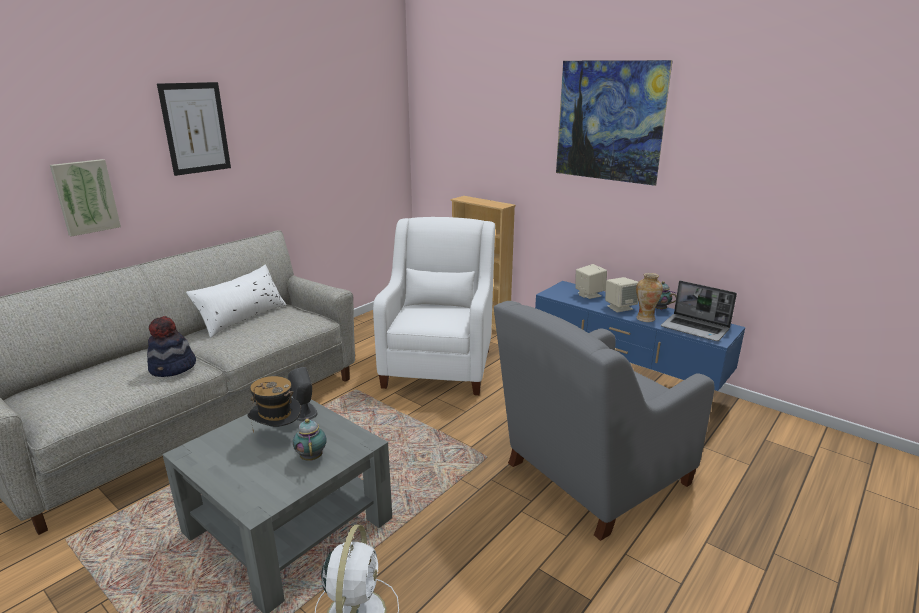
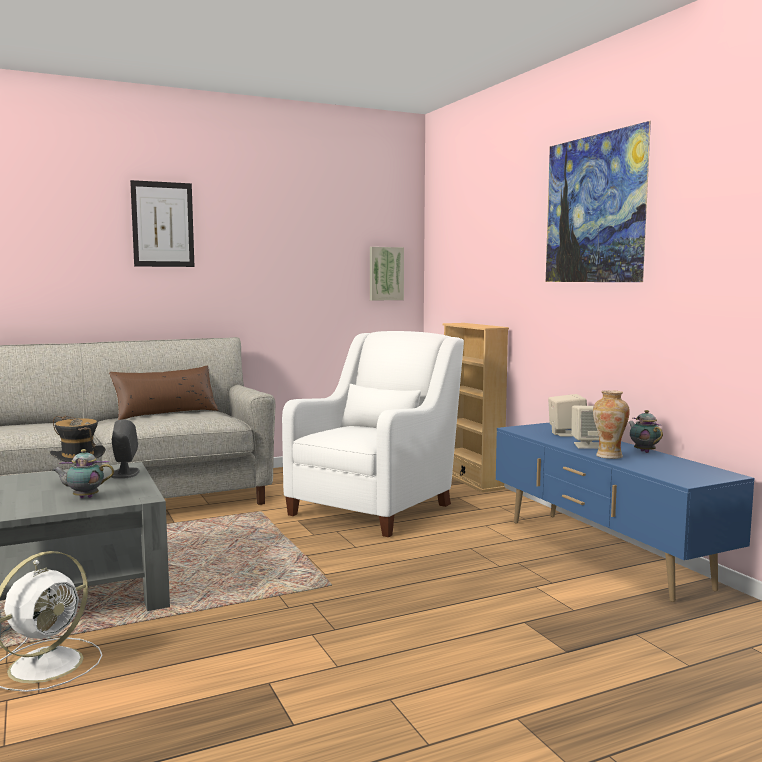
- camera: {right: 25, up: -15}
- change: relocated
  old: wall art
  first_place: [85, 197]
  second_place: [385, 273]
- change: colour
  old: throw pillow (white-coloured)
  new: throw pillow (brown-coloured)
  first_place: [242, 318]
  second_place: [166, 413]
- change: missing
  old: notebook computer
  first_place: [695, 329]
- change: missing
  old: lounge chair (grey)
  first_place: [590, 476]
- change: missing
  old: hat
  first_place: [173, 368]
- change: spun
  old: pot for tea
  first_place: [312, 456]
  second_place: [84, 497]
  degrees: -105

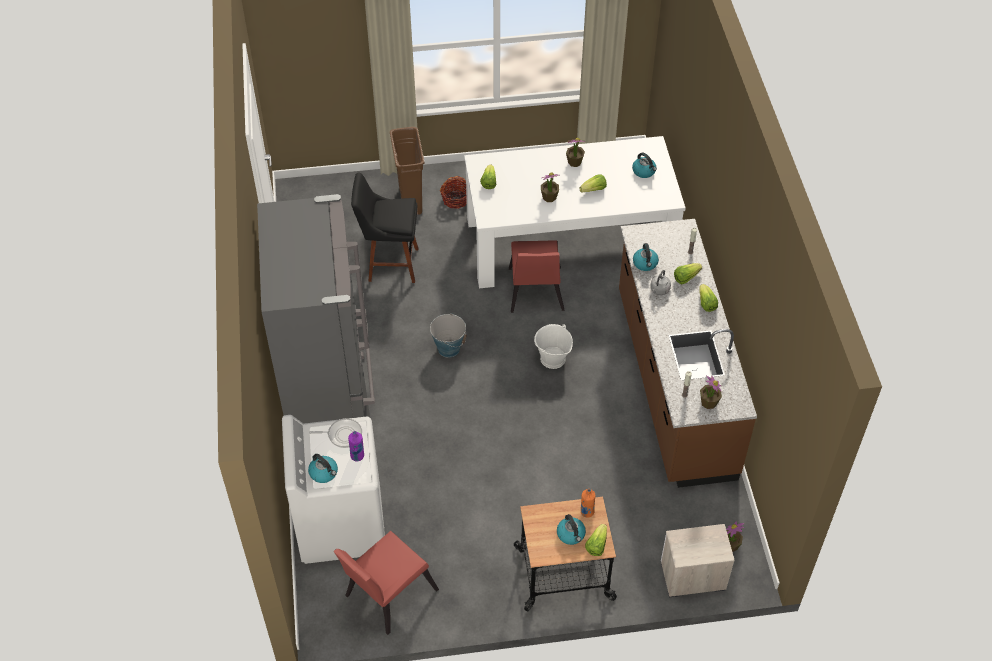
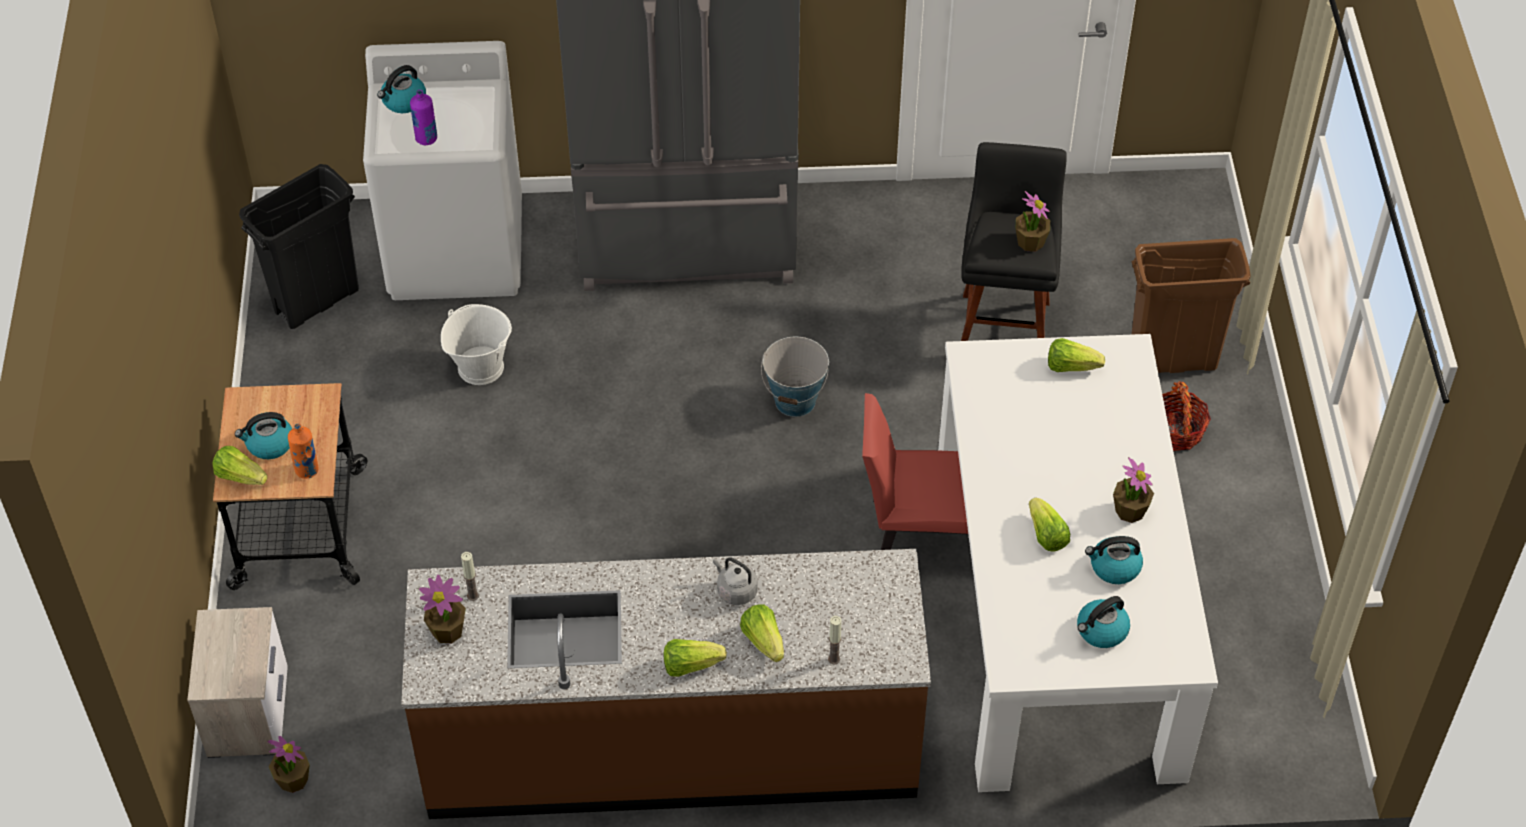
- camera: {right: 95, up: 0}
- change: relocated
  old: houseplant
  first_place: [549, 197]
  second_place: [1030, 242]
- change: relocated
  old: water kettle
  first_place: [645, 263]
  second_place: [1114, 567]
- change: relocated
  old: bucket (white-coloured)
  first_place: [552, 359]
  second_place: [480, 367]
- change: missing
  old: frying pan
  first_place: [342, 435]
- change: exchanged
  old: plain chair (red-coloured)
  new: waste bin (black)
  first_place: [386, 595]
  second_place: [317, 301]

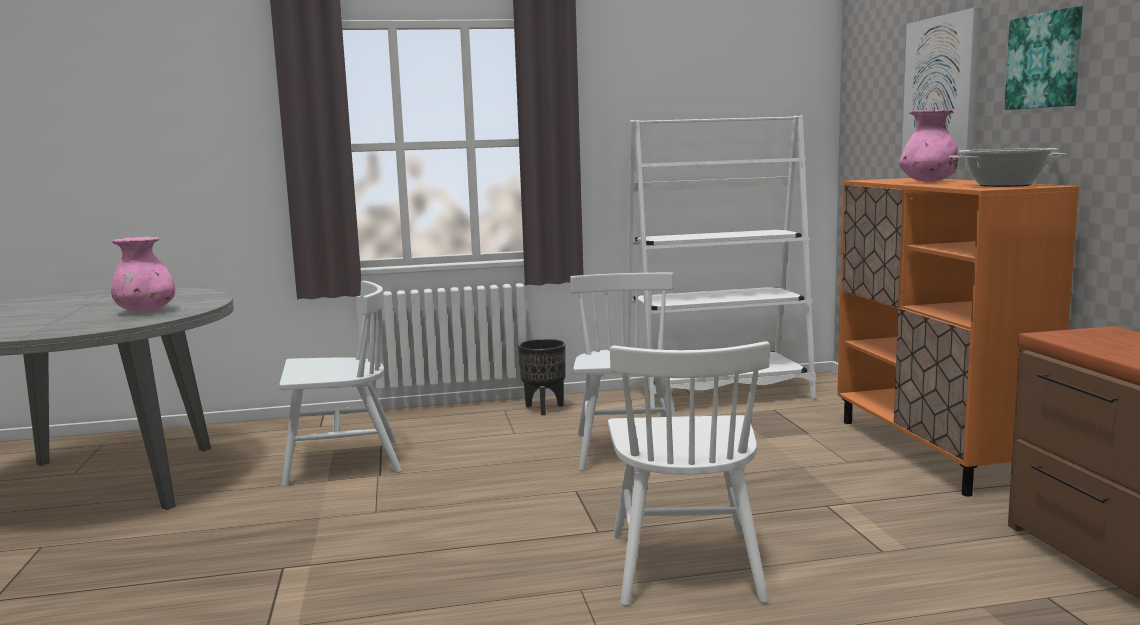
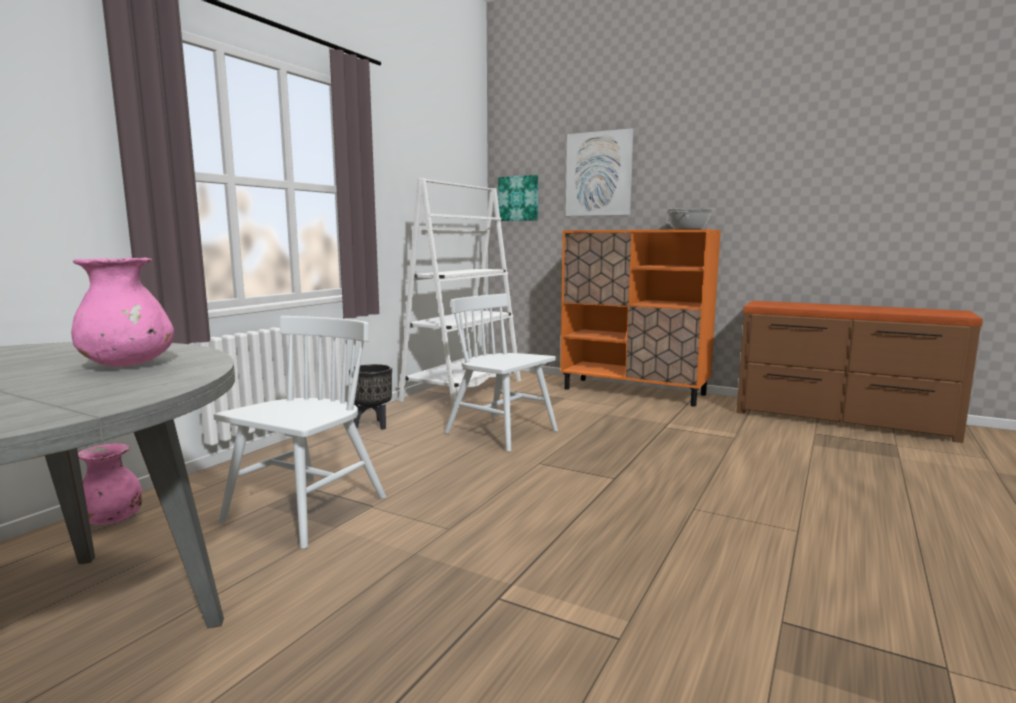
- camera: {right: -50, up: 0}
- change: relocated
  old: wall art
  first_place: [1045, 61]
  second_place: [518, 198]
- change: relocated
  old: flower vase (pinkish)
  first_place: [928, 182]
  second_place: [112, 521]
- change: missing
  old: plain chair (white-coloured)
  first_place: [685, 566]

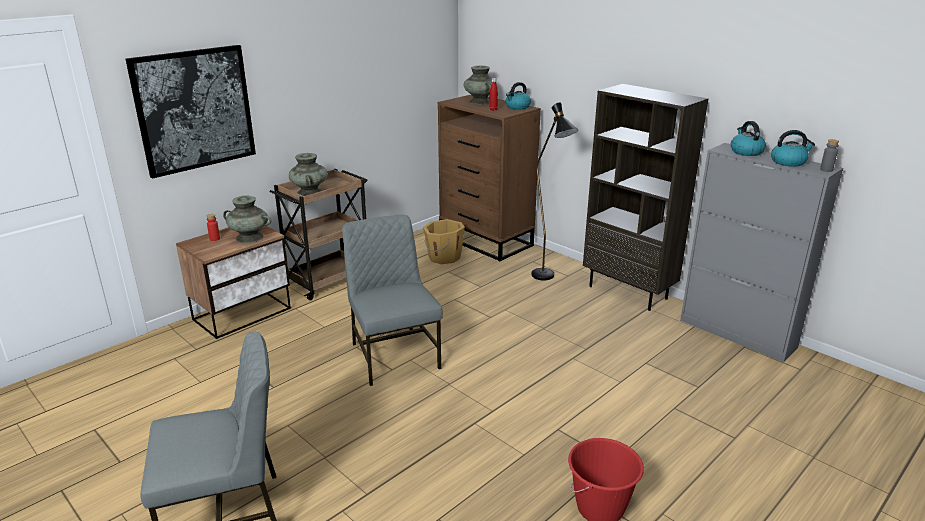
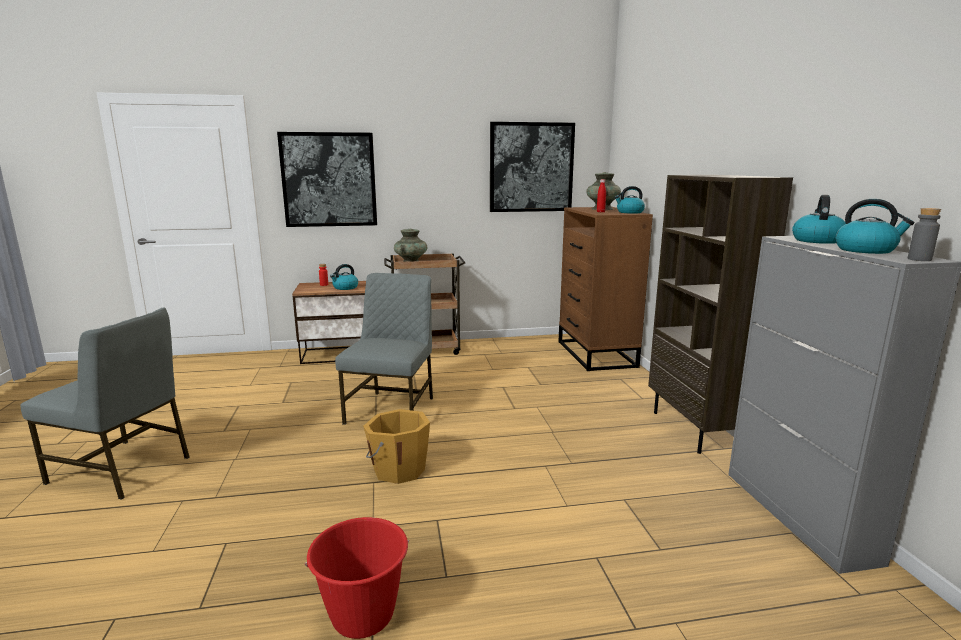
- camera: {right: 35, up: -10}
- change: missing
  old: standing lamp (black)
  first_place: [547, 278]
- change: exchanged
  old: flower vase (blue-green)
  new: water kettle
  first_place: [250, 237]
  second_place: [345, 288]
- change: relocated
  old: bucket (orange-coloured)
  first_place: [443, 257]
  second_place: [398, 469]
- change: appeared
  new: wall art
  second_place: [531, 167]

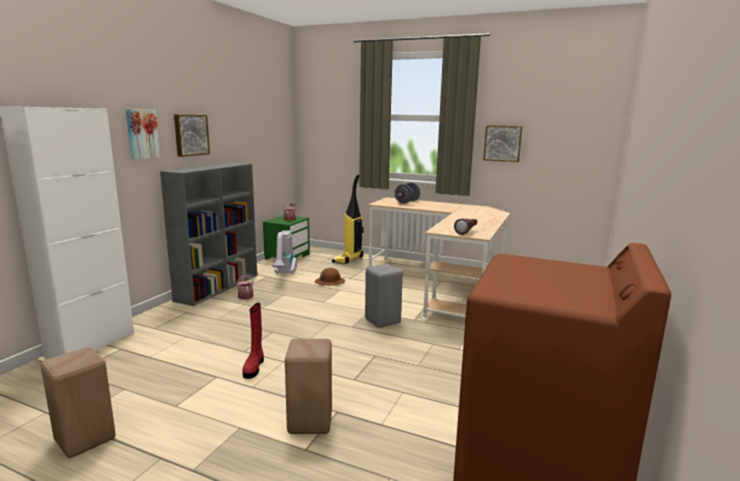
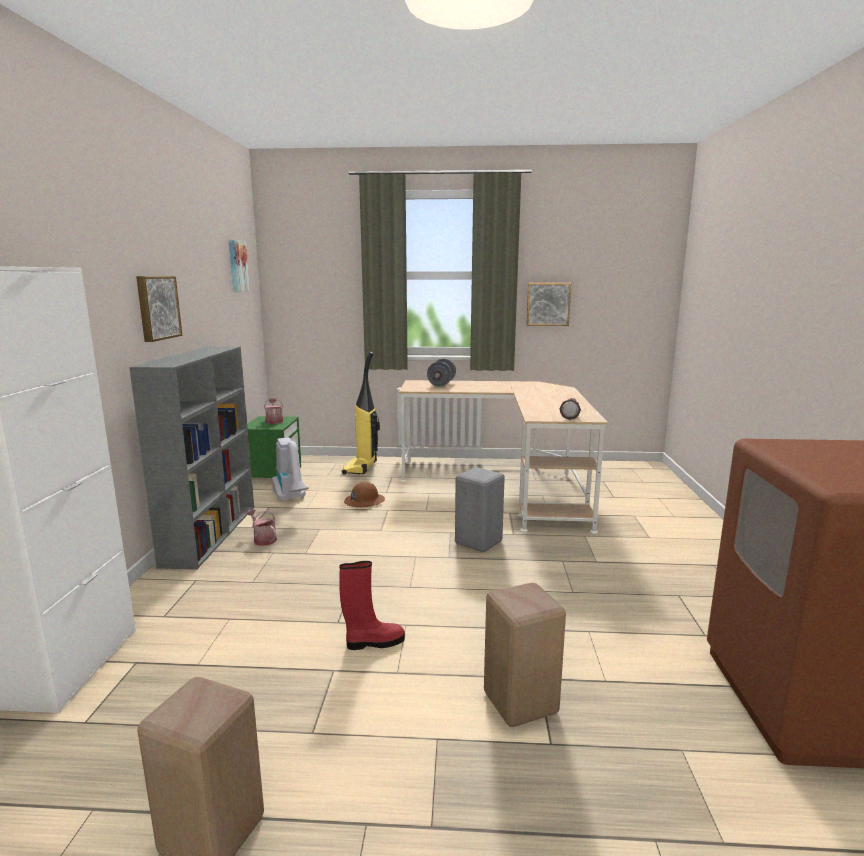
- camera: {right: -20, up: 0}
- change: relocated
  old: wall art
  first_place: [142, 134]
  second_place: [237, 266]
- change: spun
  old: high-top boot (red-coloured)
  first_place: [254, 367]
  second_place: [373, 642]
  degrees: -90

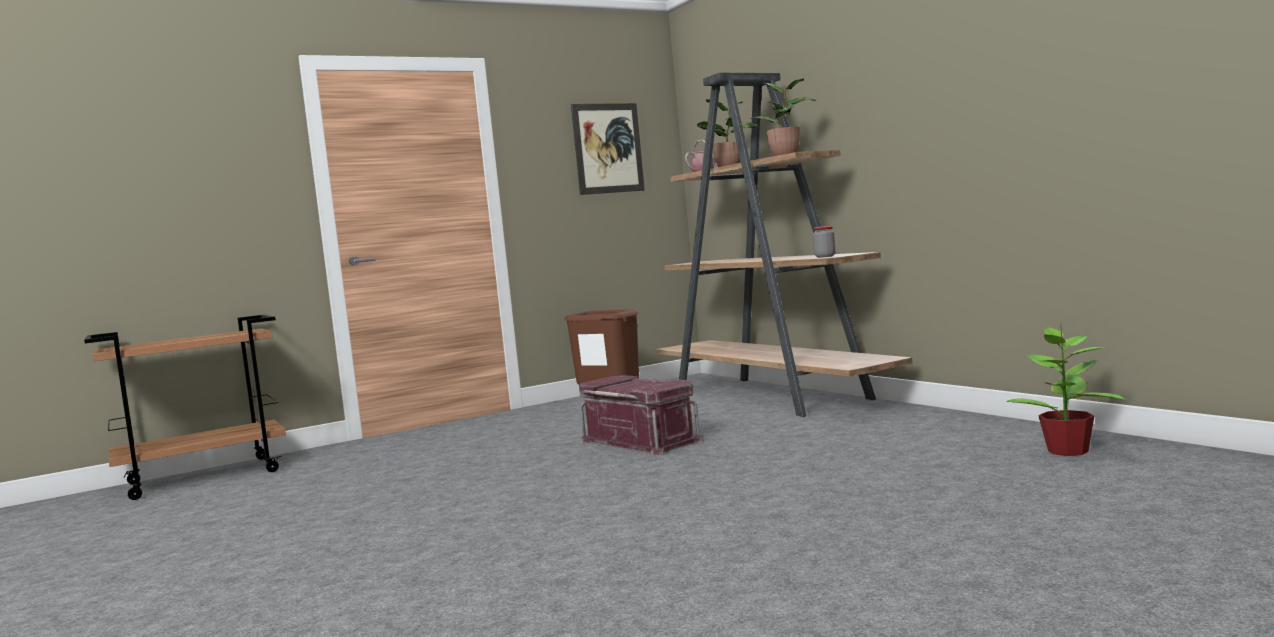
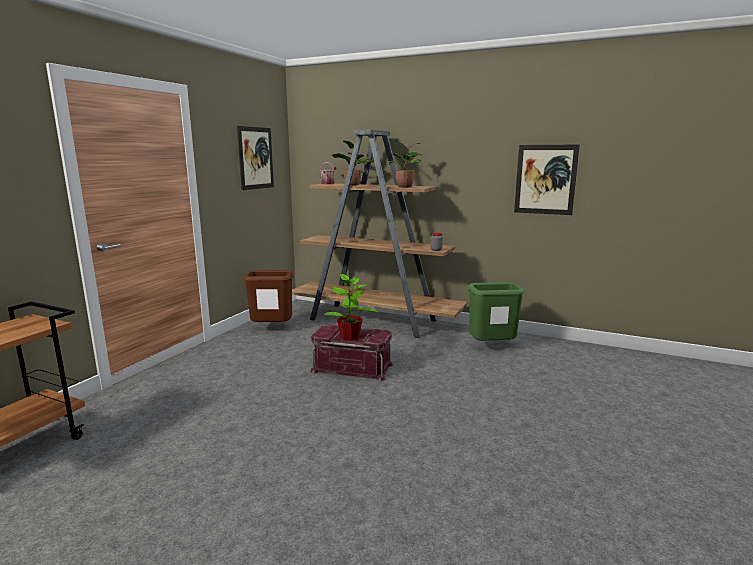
- camera: {right: -35, up: 10}
- change: relocated
  old: houseplant
  first_place: [1067, 451]
  second_place: [350, 337]
- change: appeared
  new: wall art
  second_place: [545, 179]
- change: appeared
  new: waste bin (green-coloured)
  second_place: [491, 347]

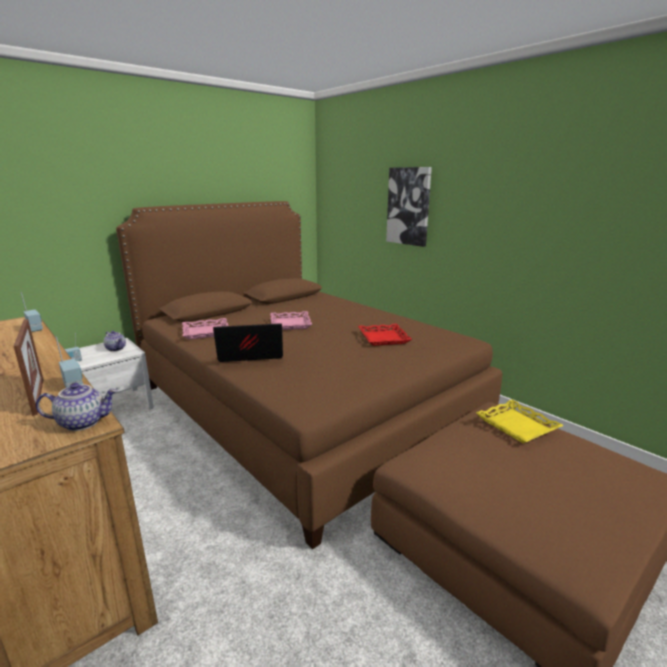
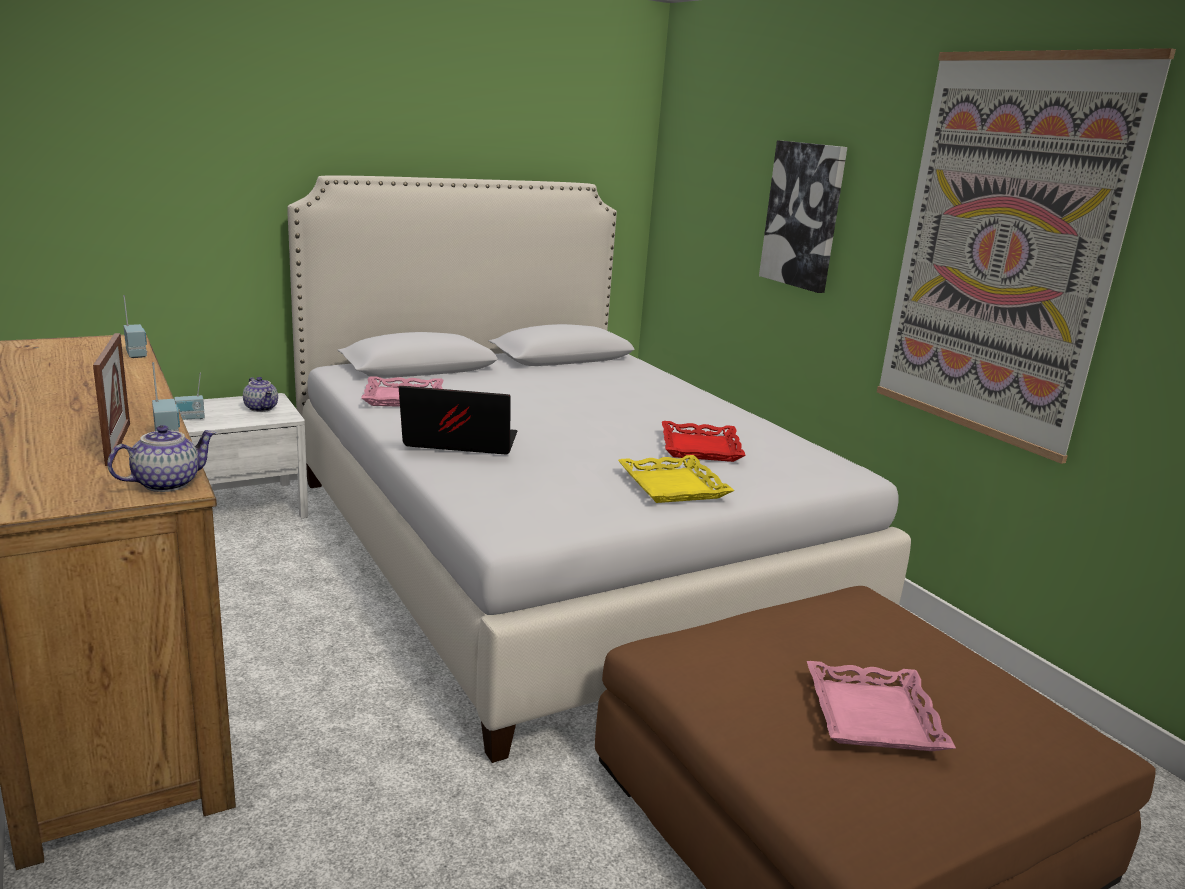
- camera: {right: 10, up: 0}
- change: colour
  old: bedroom bed (brown-coloured)
  new: bedroom bed (white-coloured)
  first_place: [301, 406]
  second_place: [554, 553]
- change: relocated
  old: tray (pinkish)
  first_place: [290, 324]
  second_place: [871, 715]
- change: spun
  old: pot for tea
  first_place: [83, 422]
  second_place: [166, 483]
  degrees: -45
- change: relocated
  old: tray (yellow-coloured)
  first_place: [517, 425]
  second_place: [674, 486]
- change: appeared
  new: wall art
  second_place: [1002, 250]

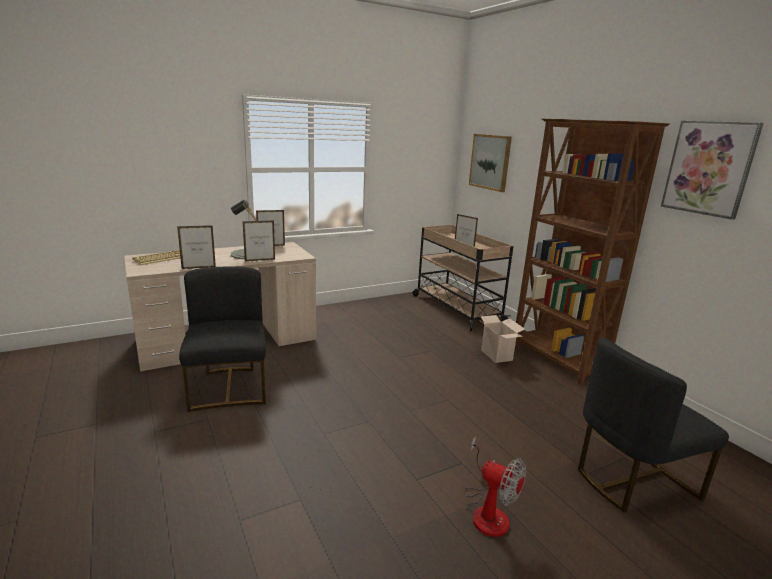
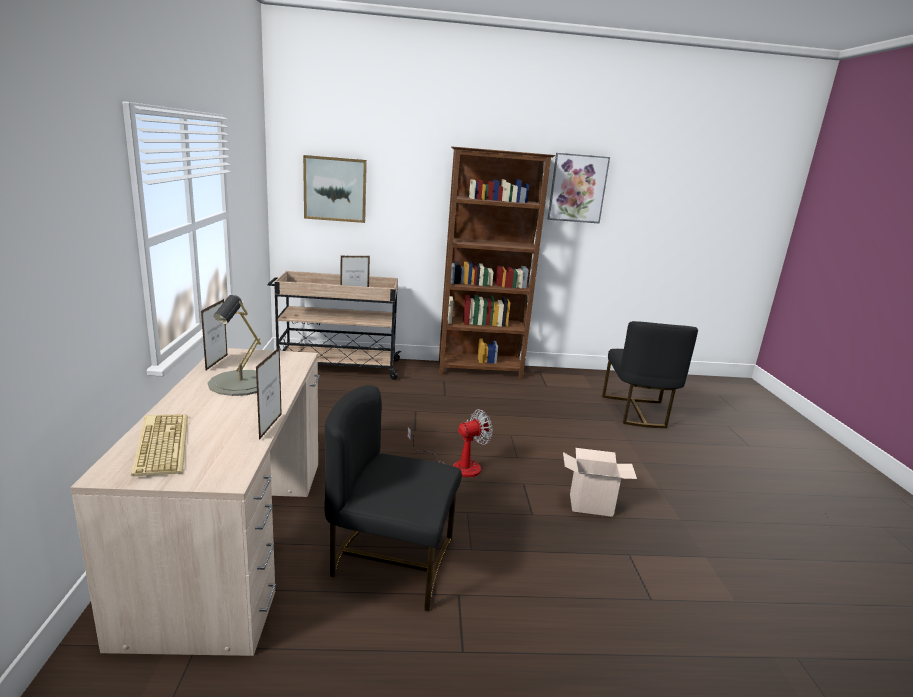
- camera: {right: -65, up: 0}
- change: missing
  old: photo frame
  first_place: [260, 260]
- change: relocated
  old: cardboard box
  first_place: [498, 355]
  second_place: [592, 505]
- change: relocated
  old: fan
  first_place: [487, 511]
  second_place: [456, 466]

